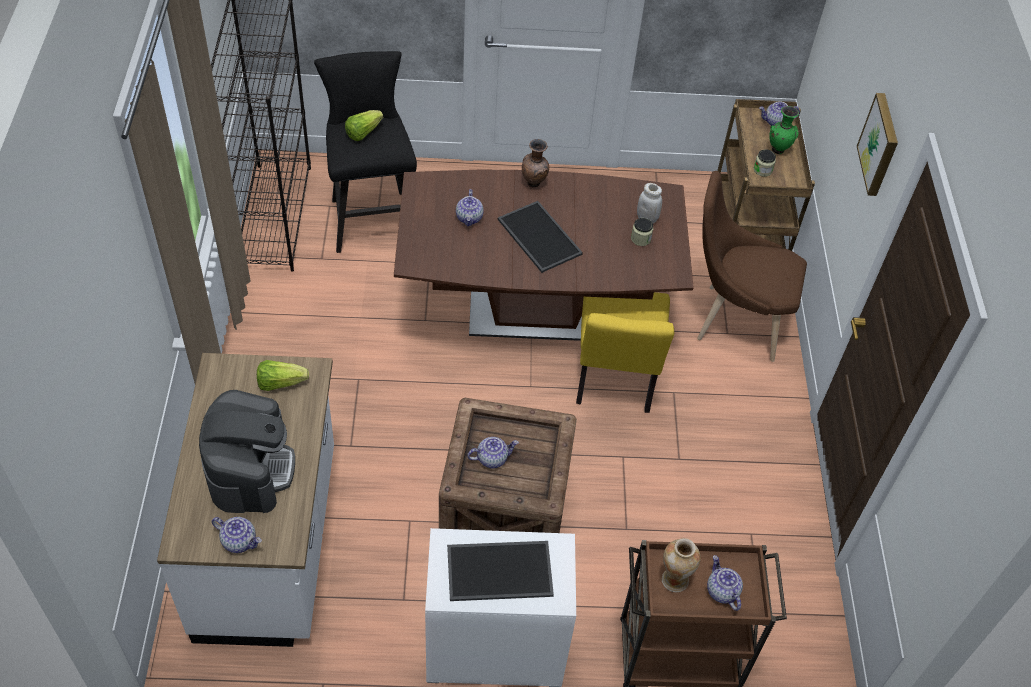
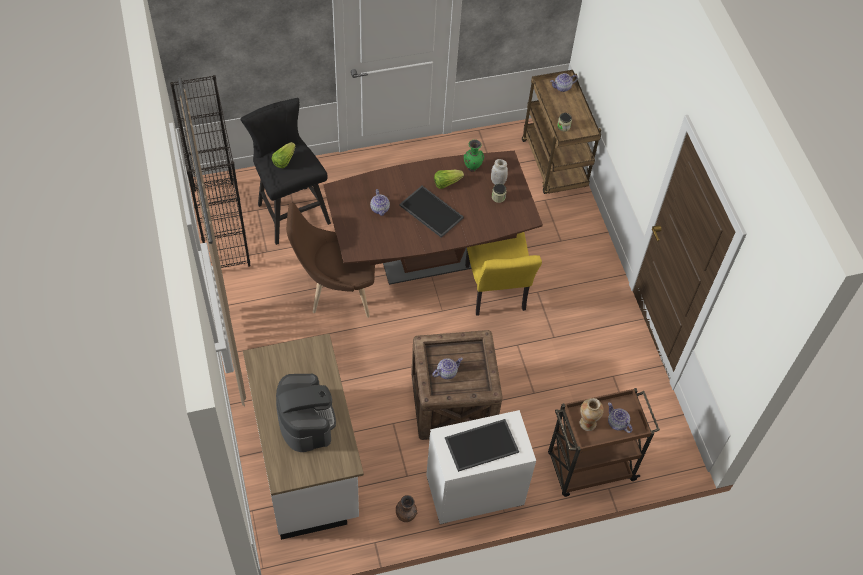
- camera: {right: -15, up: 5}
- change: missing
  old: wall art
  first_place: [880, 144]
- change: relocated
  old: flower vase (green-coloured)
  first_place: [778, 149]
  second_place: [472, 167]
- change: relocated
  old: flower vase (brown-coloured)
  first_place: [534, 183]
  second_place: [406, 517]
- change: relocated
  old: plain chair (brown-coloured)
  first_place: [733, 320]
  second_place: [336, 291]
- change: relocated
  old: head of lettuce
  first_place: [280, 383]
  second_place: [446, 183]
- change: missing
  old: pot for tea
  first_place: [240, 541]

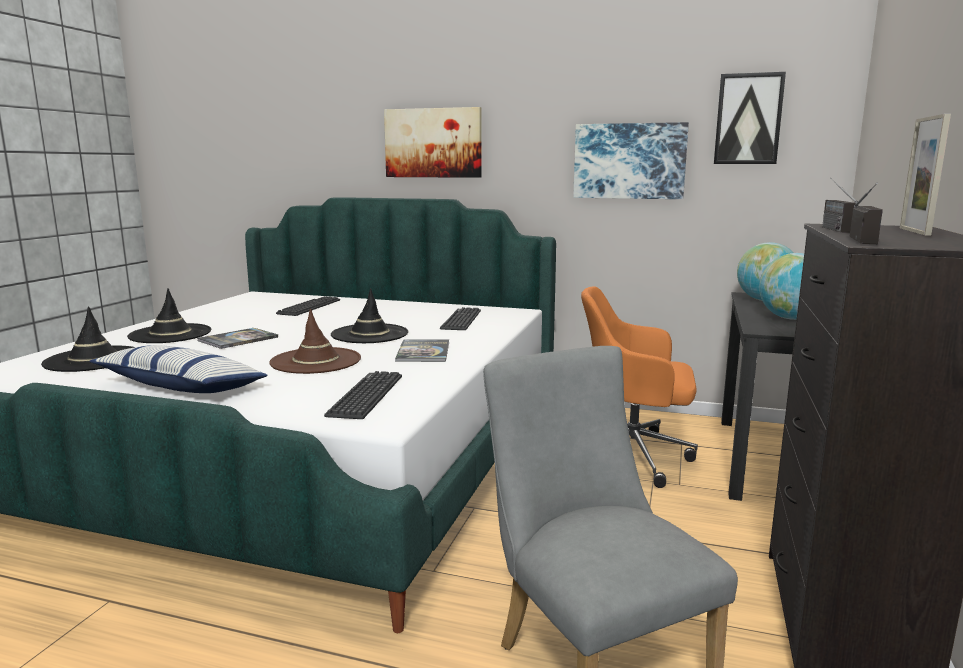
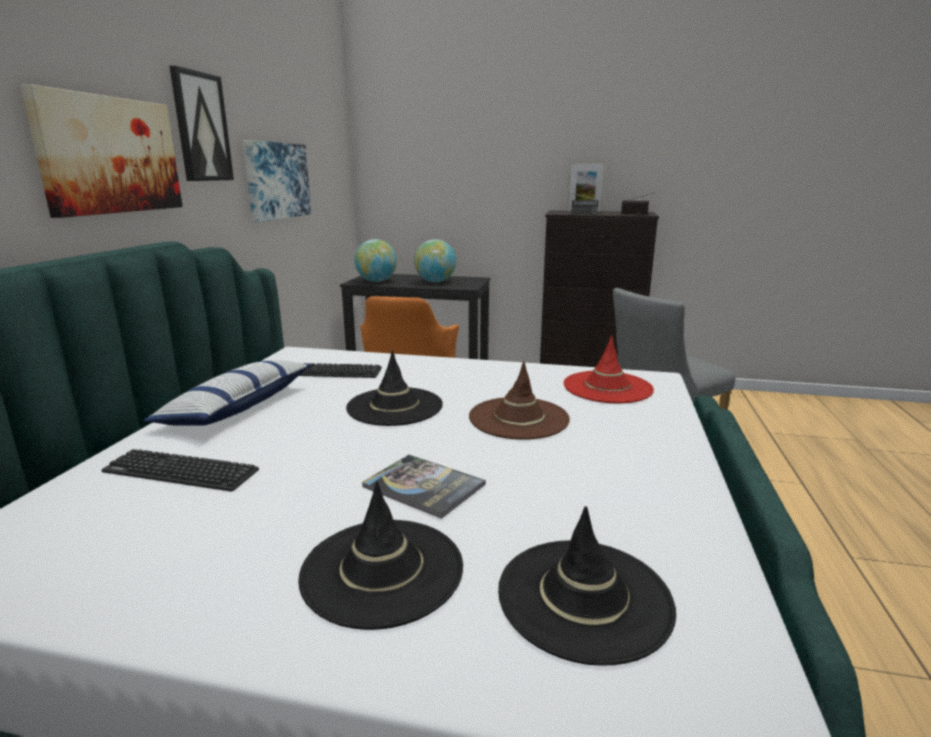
- camera: {right: -95, up: 5}
- change: relocated
  old: wall art
  first_place: [748, 119]
  second_place: [201, 127]
- change: missing
  old: bound book
  first_place: [423, 352]
- change: relocated
  old: throw pillow
  first_place: [181, 387]
  second_place: [238, 407]
- change: exchanged
  old: keyboard
  new: hat (red-coloured)
  first_place: [366, 395]
  second_place: [607, 387]

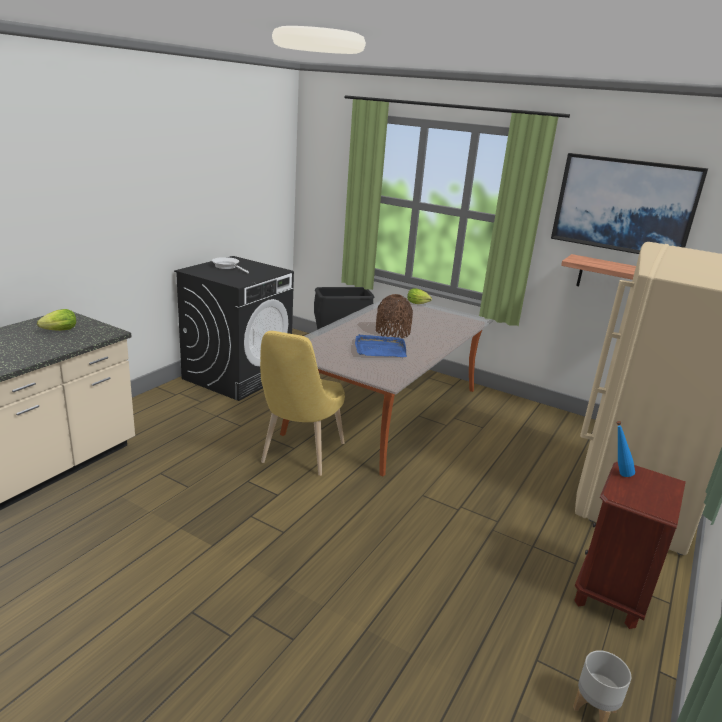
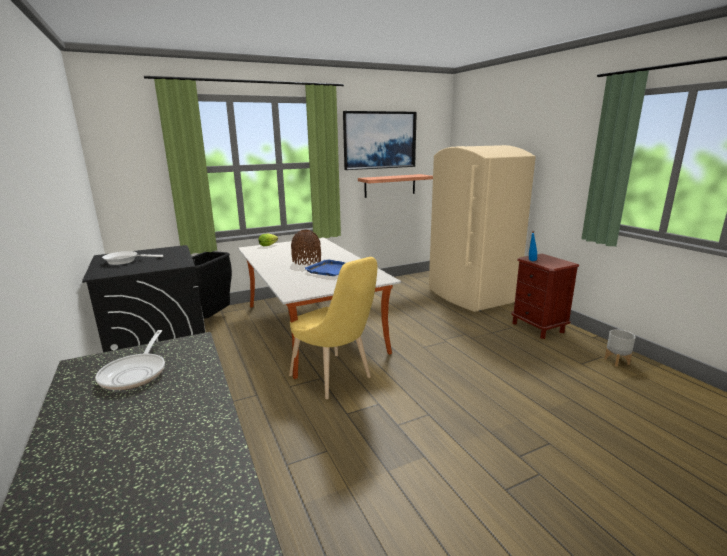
- camera: {right: -55, up: -5}
- change: exchanged
  old: head of lettuce
  new: frying pan
  first_place: [57, 331]
  second_place: [136, 373]

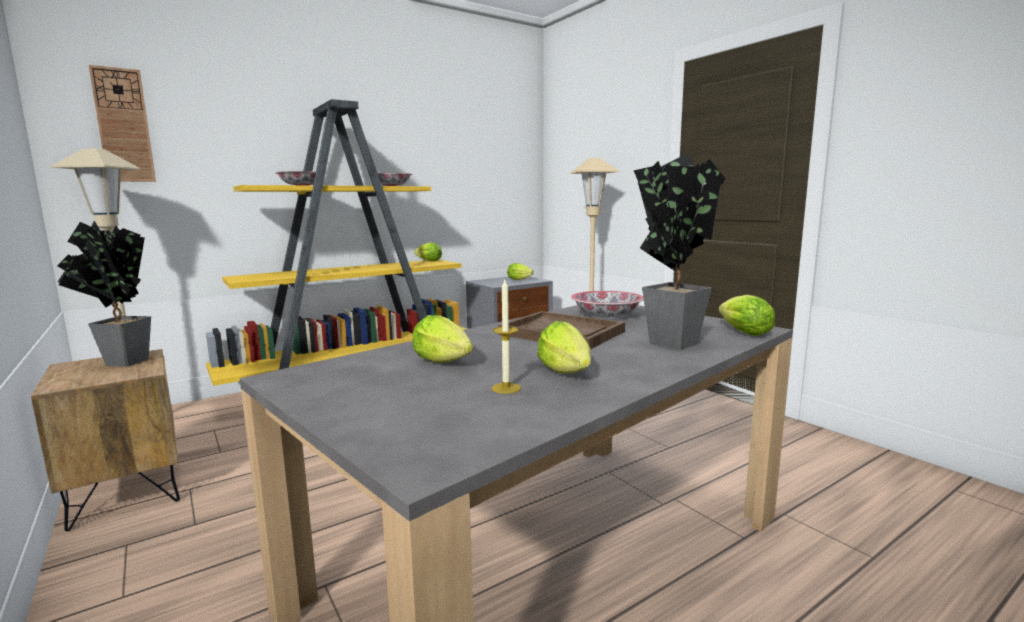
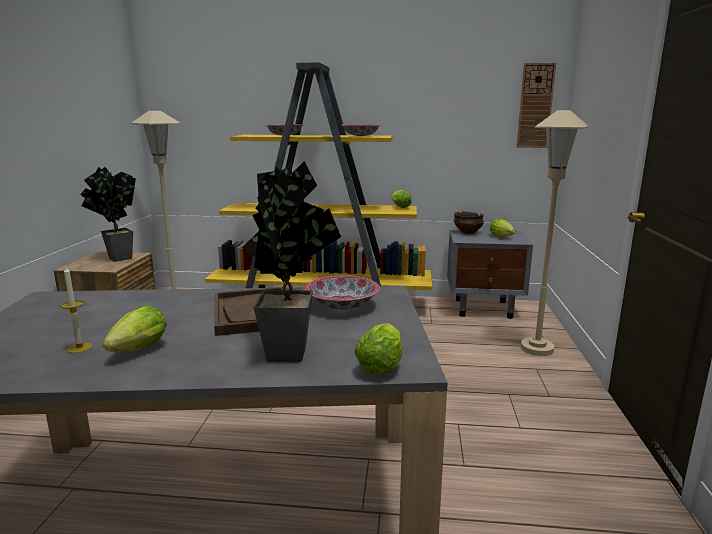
- camera: {right: 40, up: 5}
- change: relocated
  old: clock on the wall
  first_place: [123, 126]
  second_place: [535, 106]
- change: missing
  old: head of lettuce
  first_place: [445, 362]
- change: appeared
  new: serving bowl
  second_place: [468, 232]

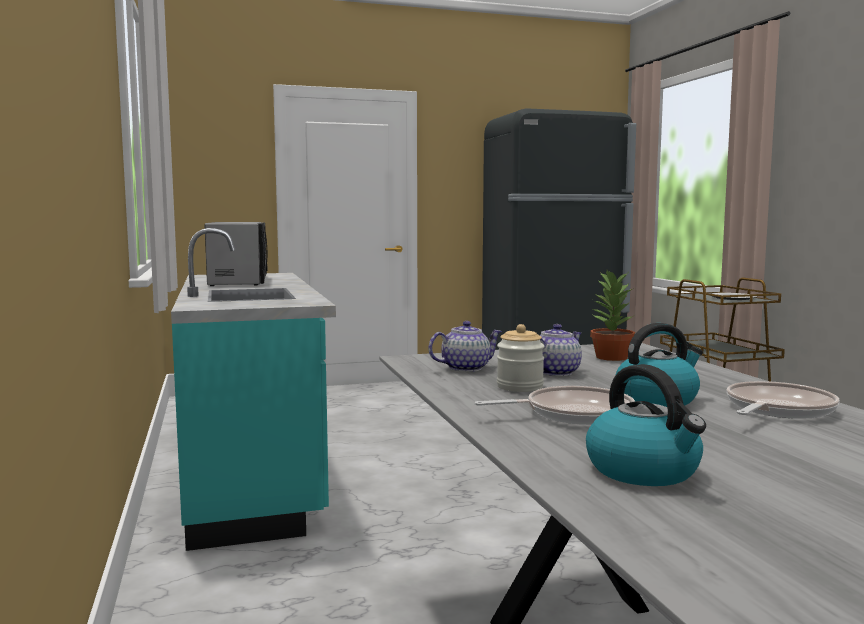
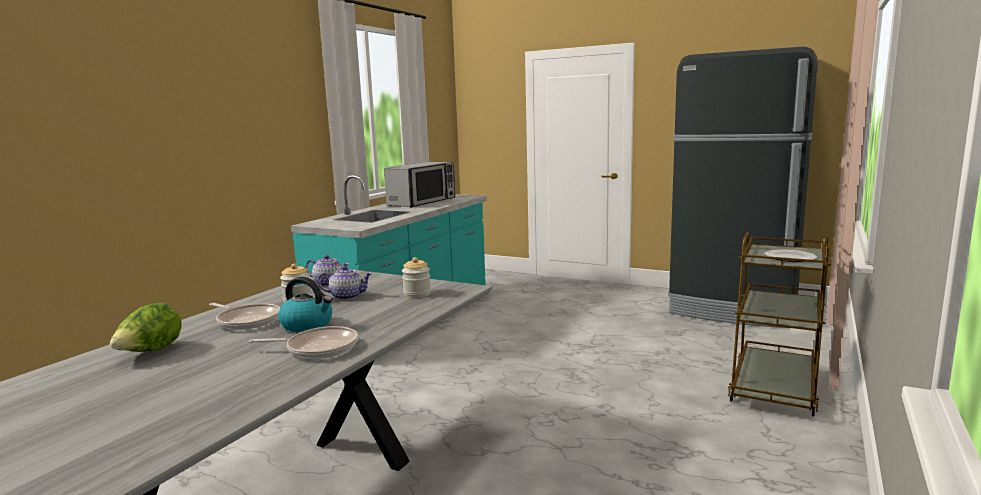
- camera: {right: 45, up: 5}
- change: exchanged
  old: houseplant
  new: preserve jar
  first_place: [610, 357]
  second_place: [417, 294]
- change: exchanged
  old: water kettle
  new: head of lettuce
  first_place: [644, 471]
  second_place: [150, 352]

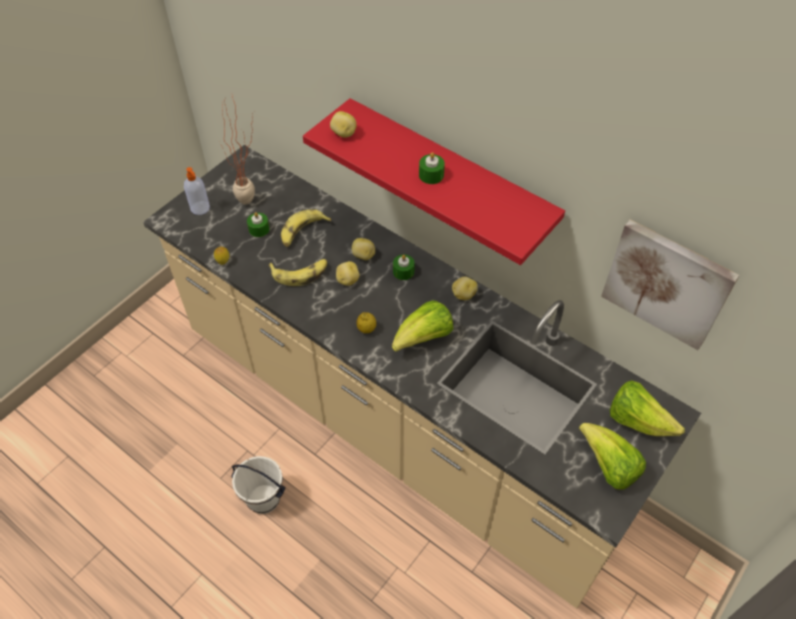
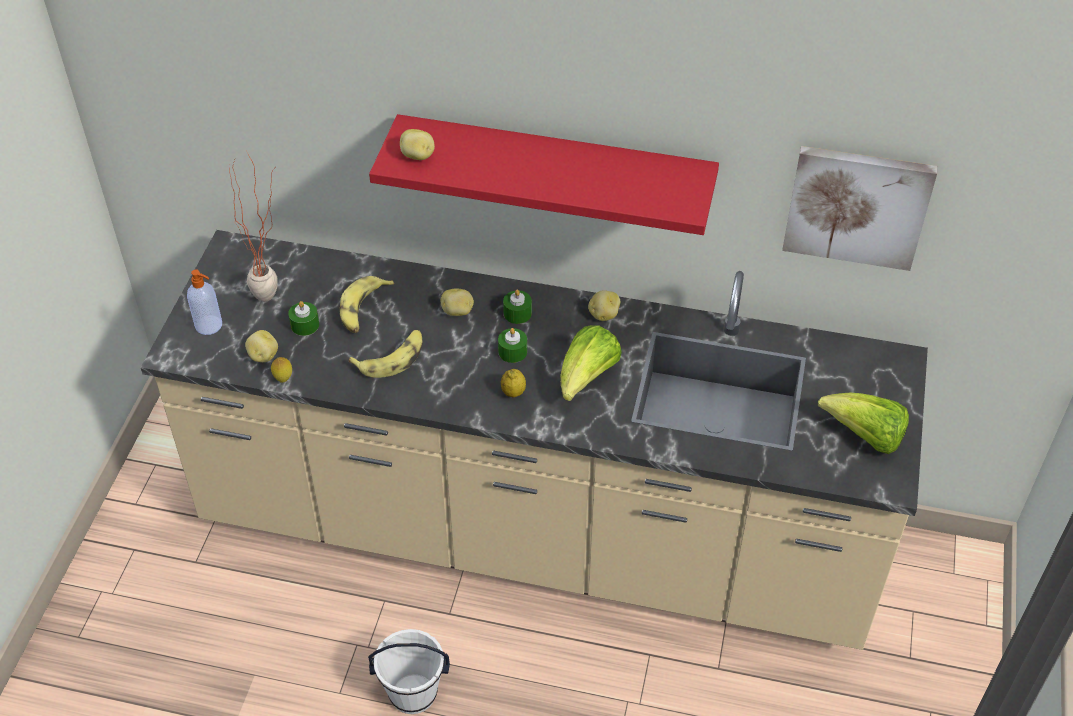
- camera: {right: -25, up: -5}
- change: relocated
  old: wax candle (green-coloured)
  first_place: [431, 175]
  second_place: [512, 351]
- change: relocated
  old: whole potato
  first_place: [347, 280]
  second_place: [263, 356]
- change: missing
  old: head of lettuce
  first_place: [637, 420]

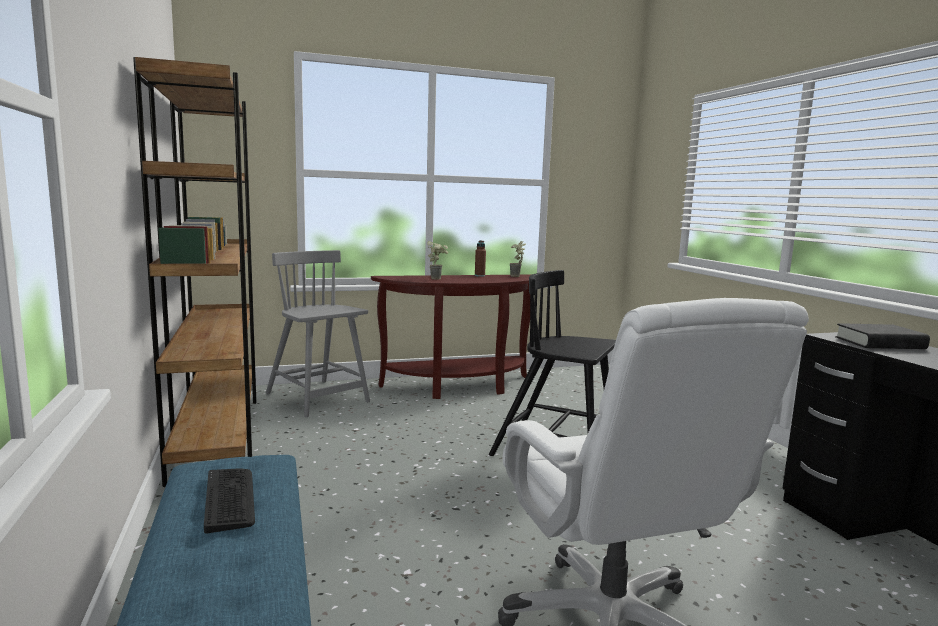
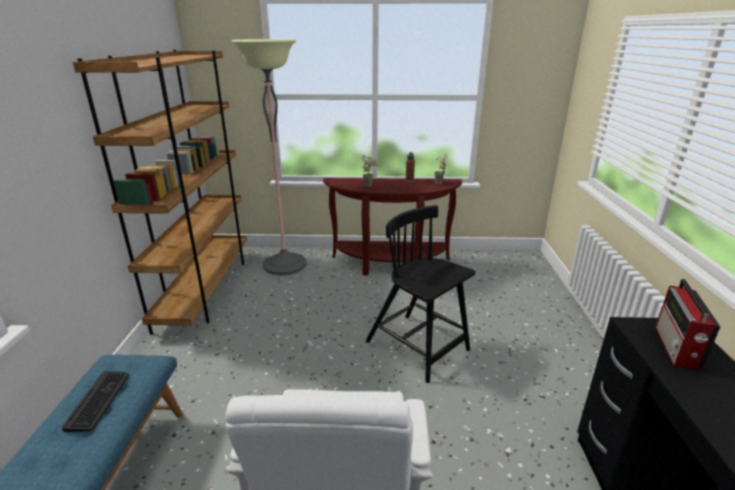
- camera: {right: 20, up: 15}
- change: exchanged
  old: plain chair (grey)
  new: standing lamp
  first_place: [318, 398]
  second_place: [284, 264]
- change: exchanged
  old: bound book (black)
  new: radio
  first_place: [879, 343]
  second_place: [676, 348]

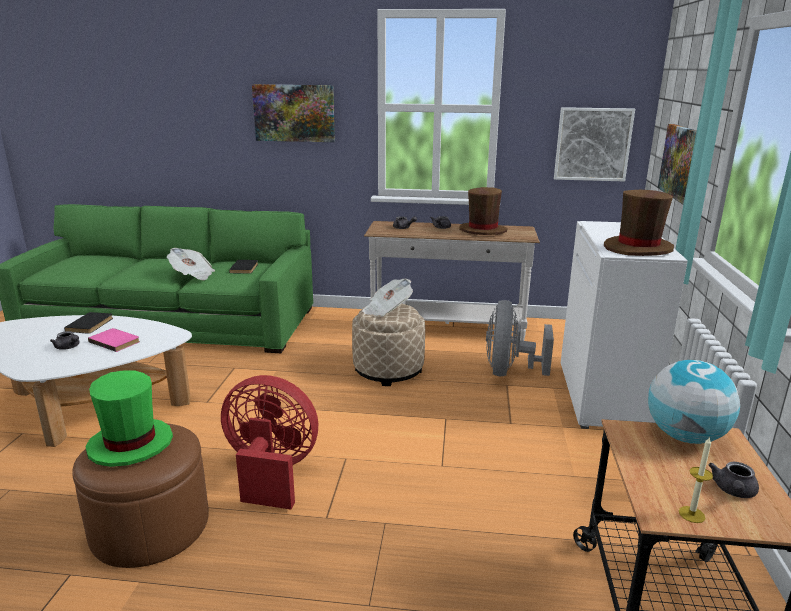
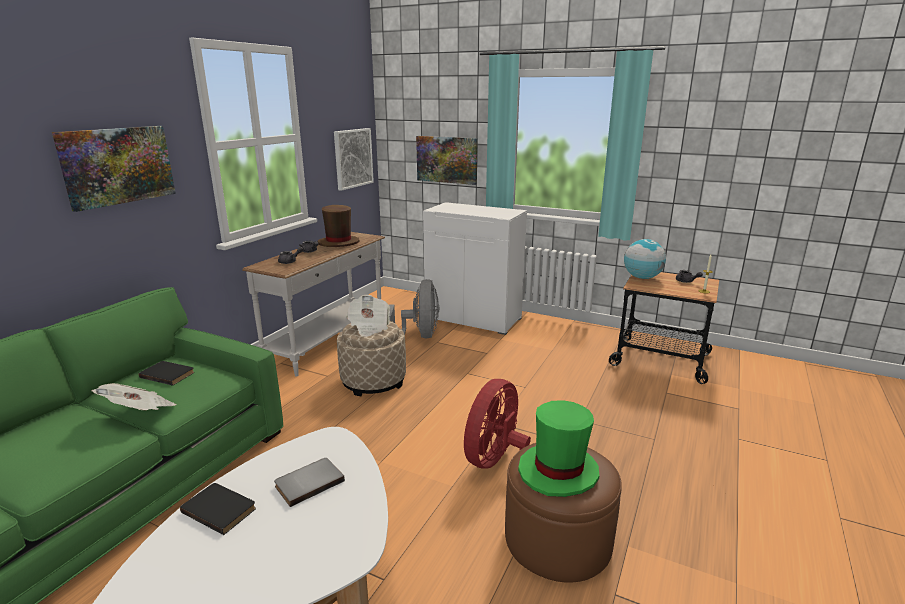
- camera: {right: -70, up: 0}
- change: missing
  old: hat (brown-coloured)
  first_place: [638, 248]
- change: spun
  old: fan (grey)
  first_place: [509, 371]
  second_place: [419, 336]
  degrees: -120
- change: colour
  old: bound book (pinkish)
  new: bound book (grey)
  first_place: [116, 341]
  second_place: [308, 482]
- change: missing
  old: pot for tea (grey)
  first_place: [68, 347]

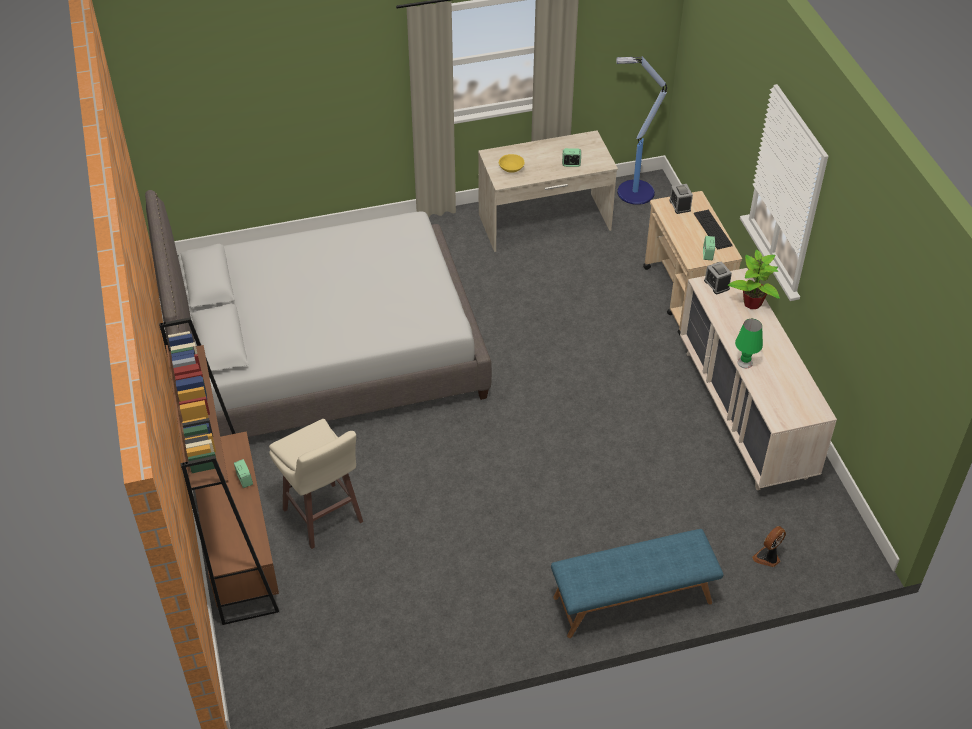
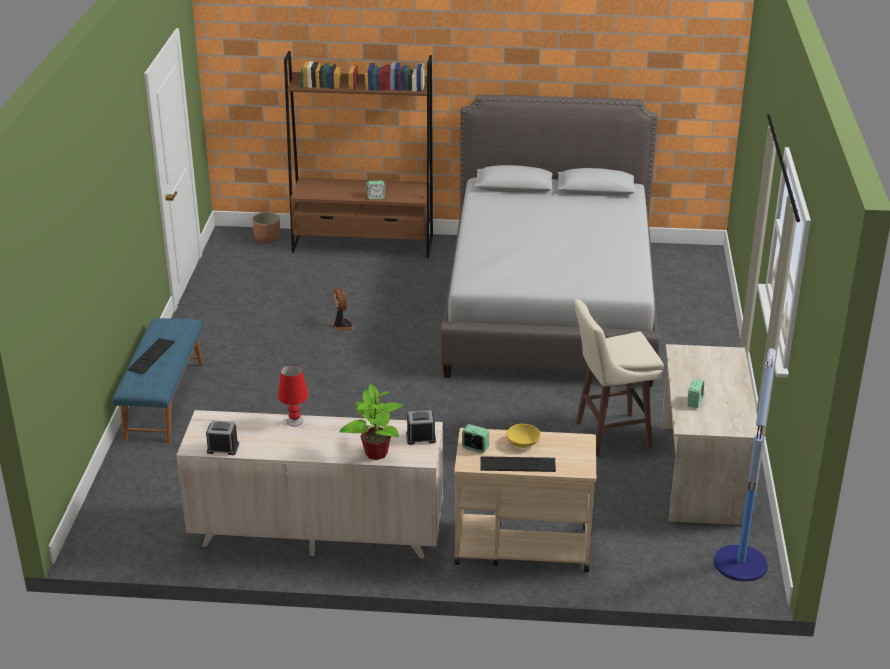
- camera: {right: 110, up: -15}
- change: relocated
  old: serving bowl (yellow-coloured)
  first_place: [511, 169]
  second_place: [523, 443]
- change: relocated
  old: bedside clock
  first_place: [680, 205]
  second_place: [223, 448]
- change: colour
  old: table lamp (green-coloured)
  new: table lamp (red-coloured)
  first_place: [744, 362]
  second_place: [295, 421]
- change: relocated
  old: stool (sand-coloured)
  first_place: [323, 517]
  second_place: [610, 435]
- change: relocated
  old: fan
  first_place: [768, 558]
  second_place: [342, 325]
- change: appeared
  new: planter
  second_place: [267, 239]
- change: appeared
  new: keyboard
  second_place: [151, 356]

